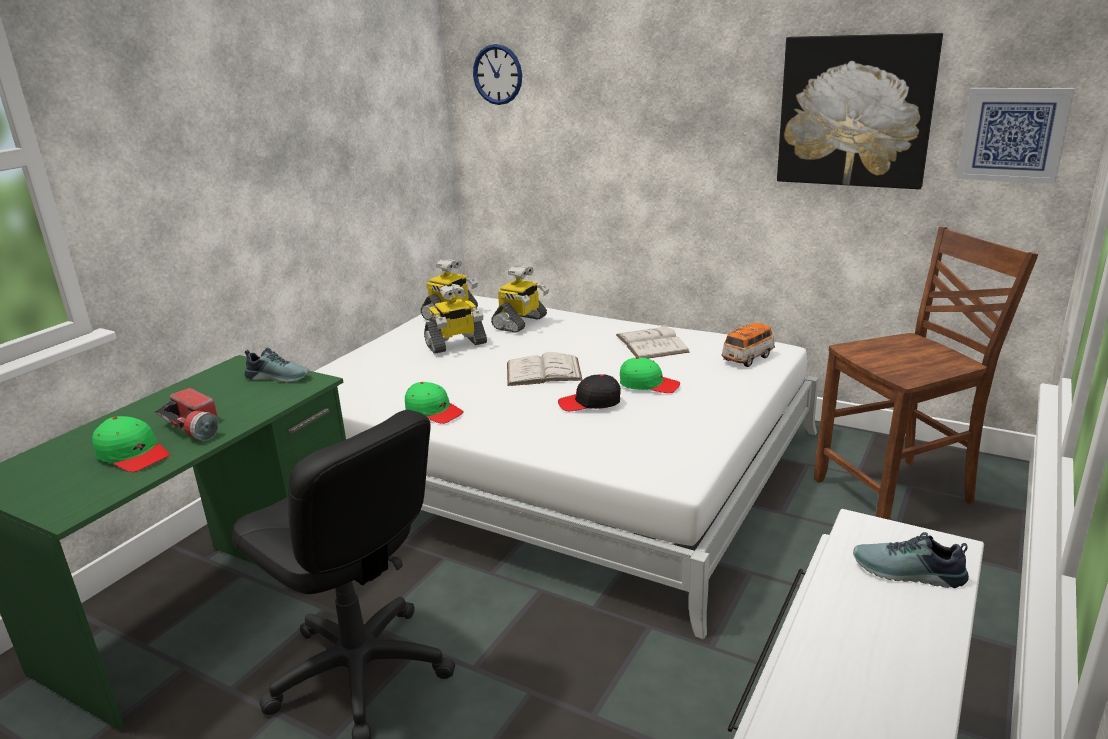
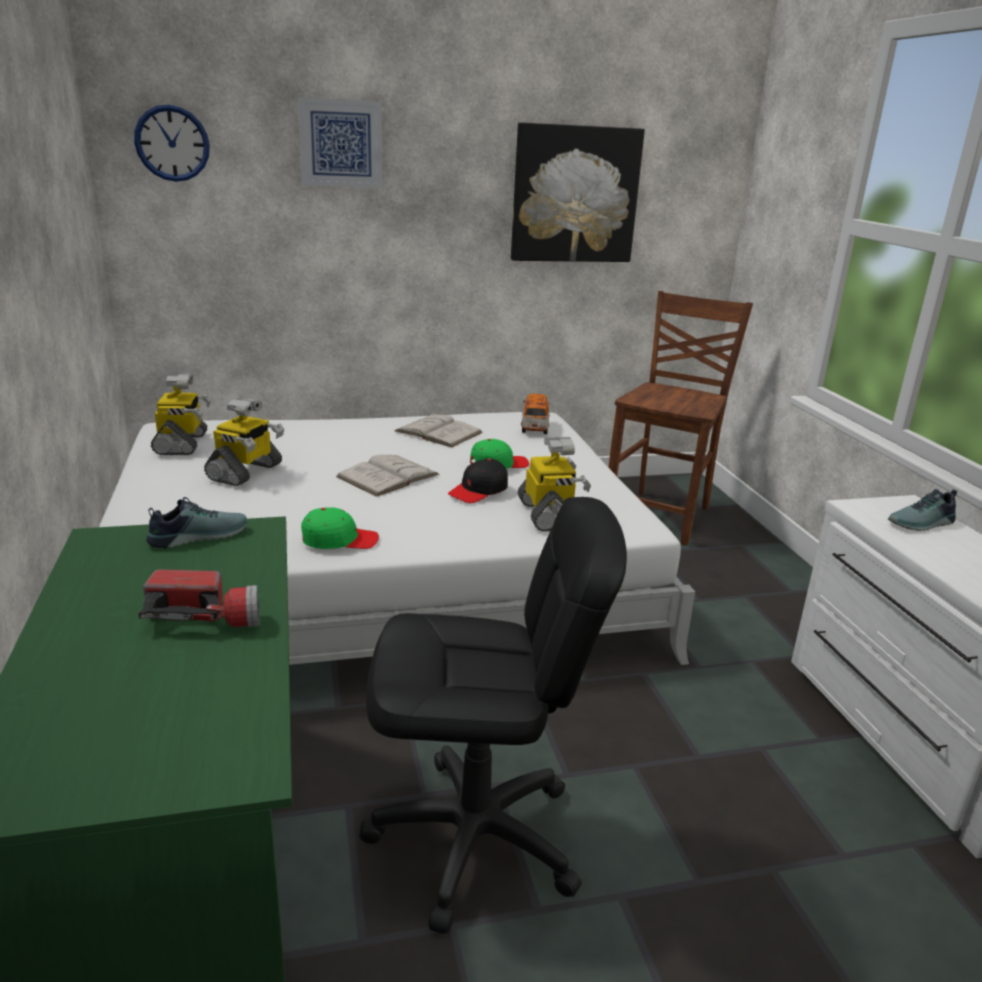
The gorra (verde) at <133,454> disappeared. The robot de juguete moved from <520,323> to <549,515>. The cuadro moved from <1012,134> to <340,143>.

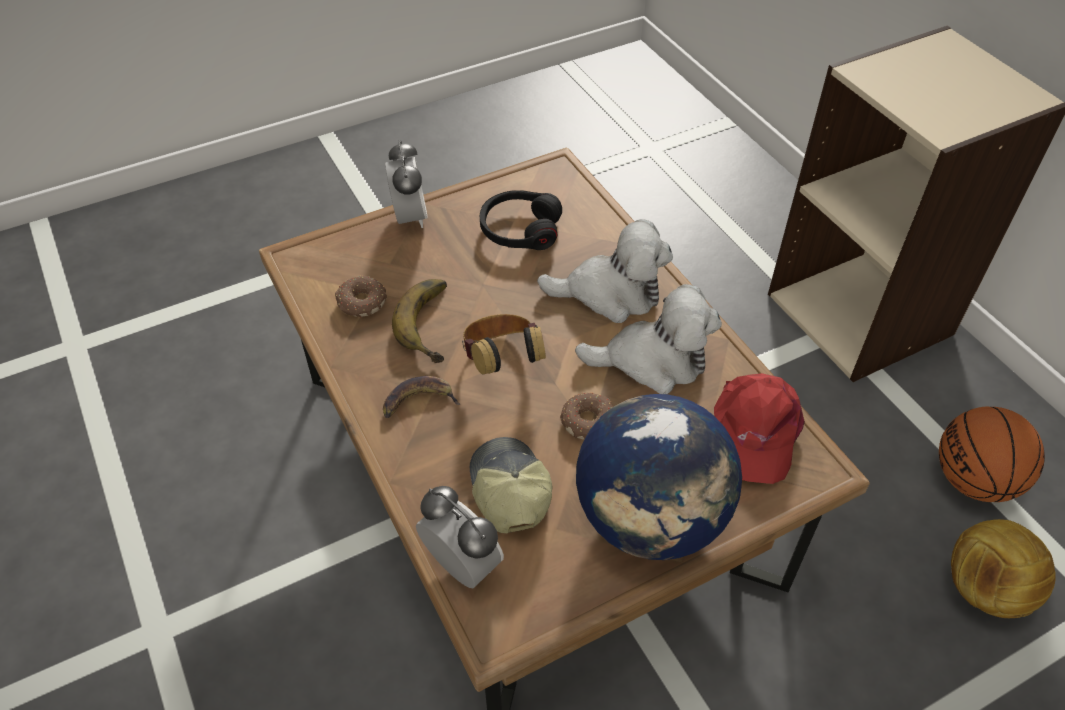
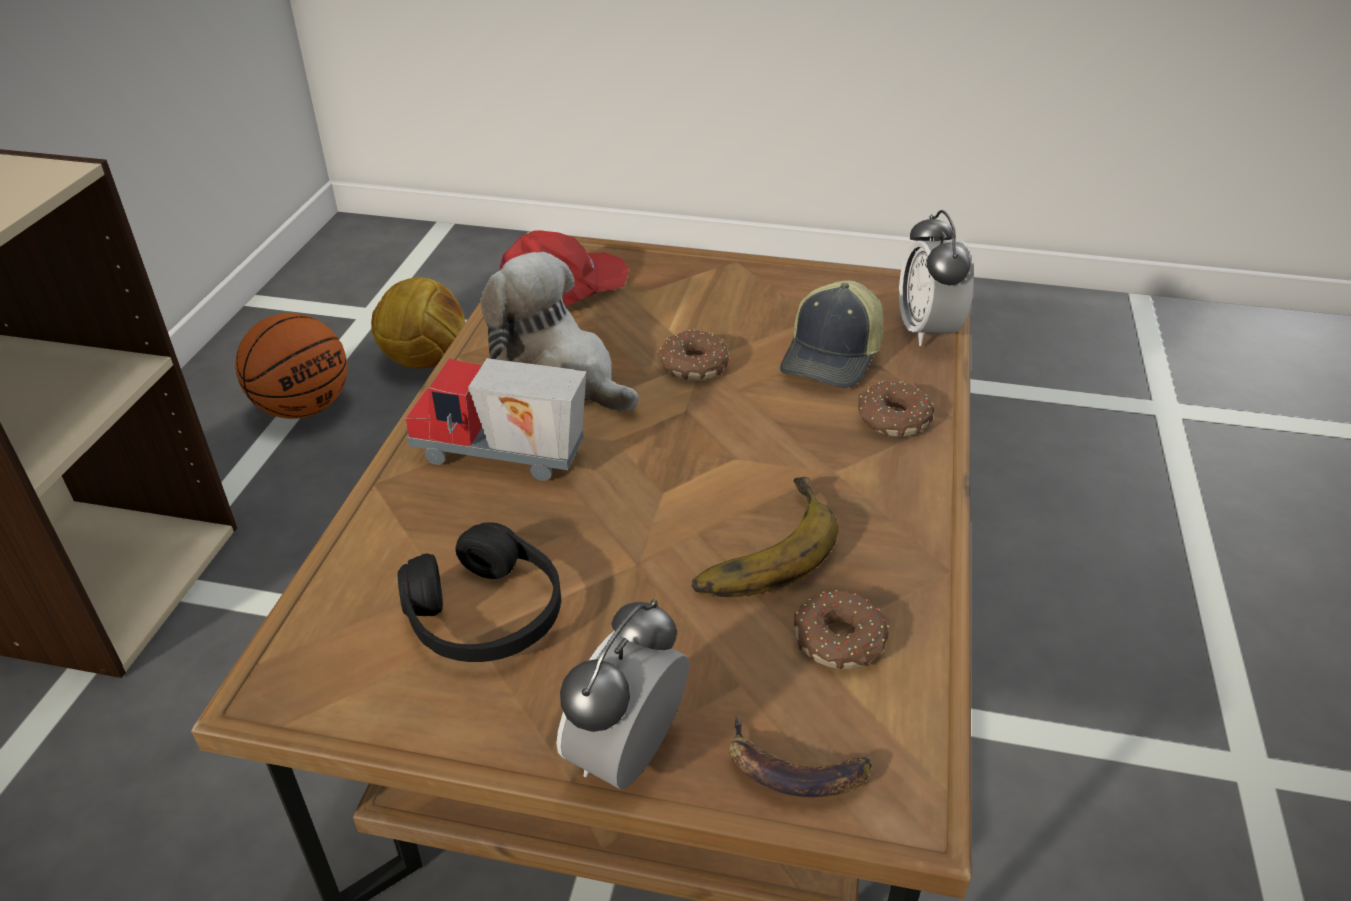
The plátano moved from <418,401> to <795,768>. The auriculares at <502,361> disappeared. The peluche at <610,294> was replaced by the camión de juguete at <500,458>. The globo terráqueo at <651,520> disappeared. The rosquilla at <891,419> appeared.

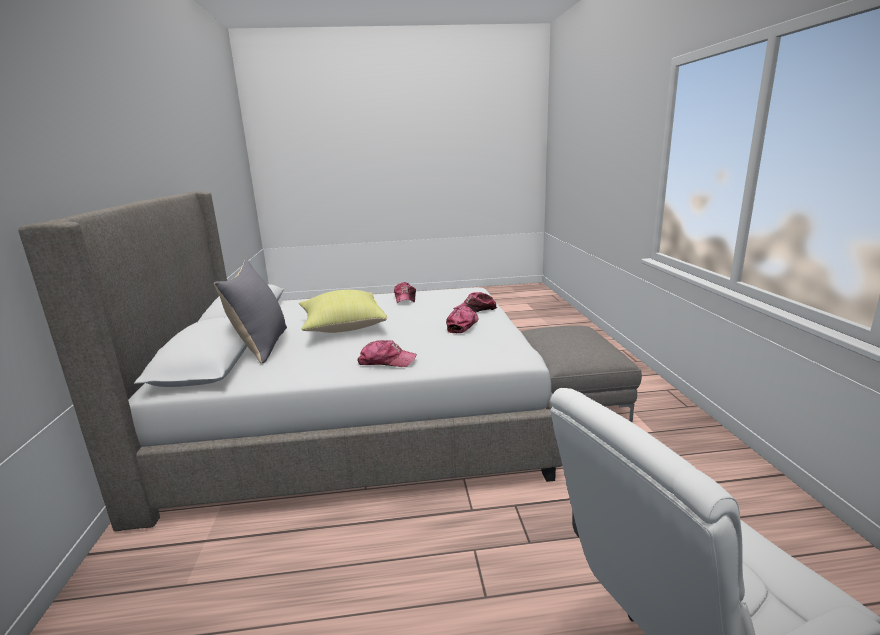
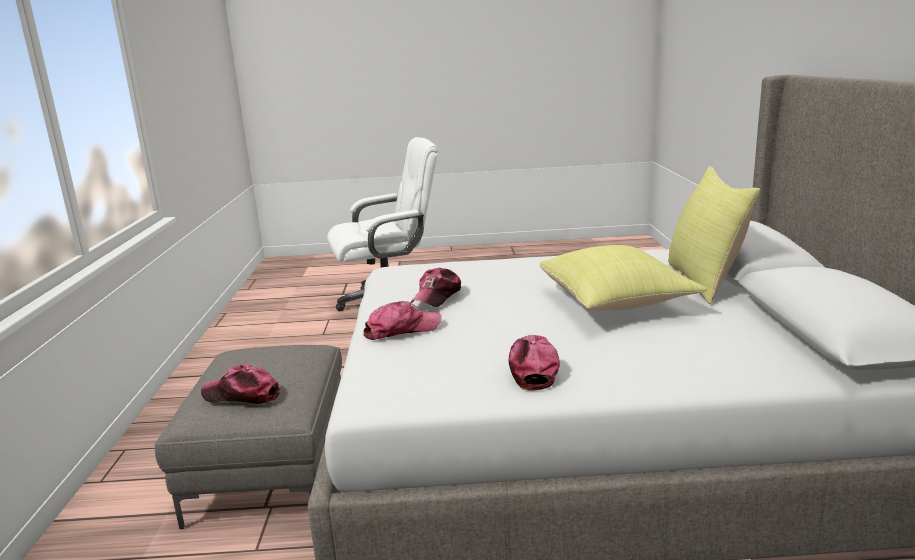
The cojín (gris) at <262,346> became the cojín (amarillo) at <705,281>. The gorra moved from <386,361> to <242,395>.

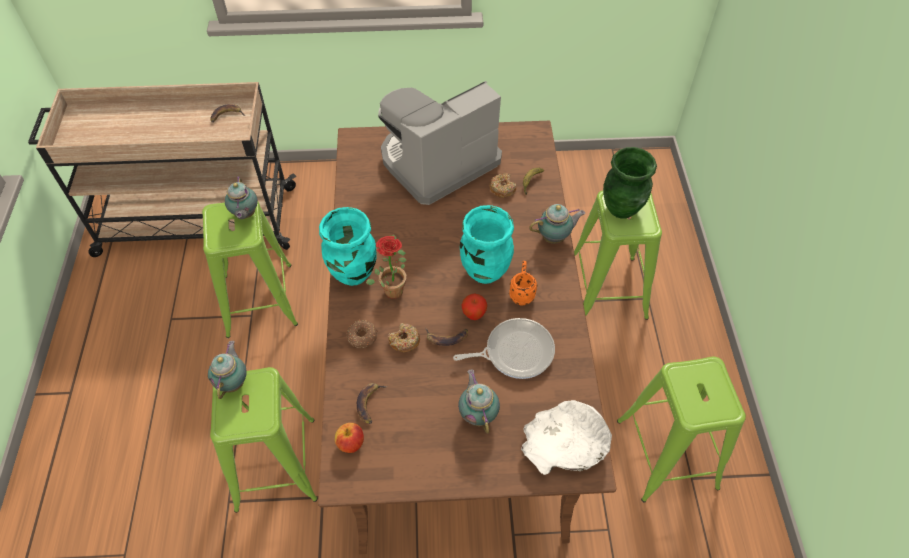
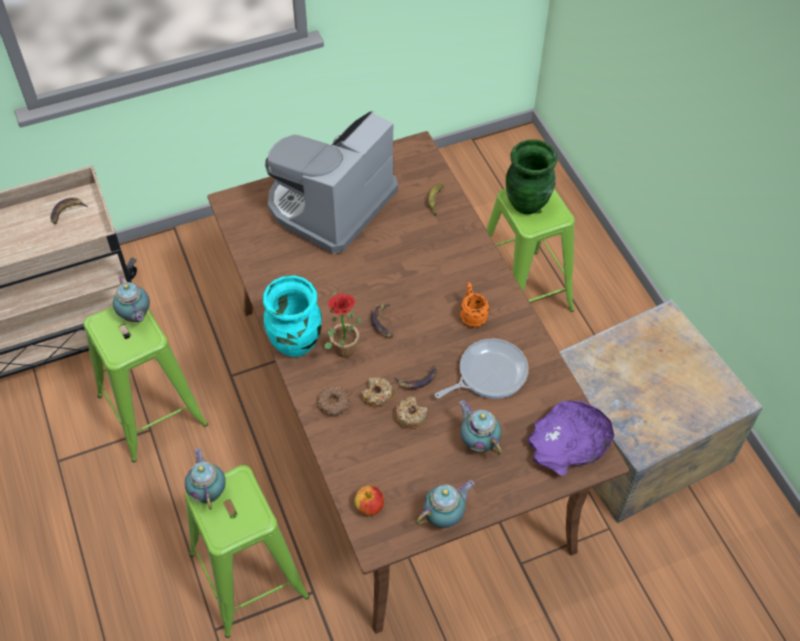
The plátano moved from <370,404> to <383,322>. The florero (turquesa) at <484,271> disappeared. The manzana at <474,315> disappeared. The rosquilla moved from <502,188> to <410,416>. The cuenco (blanco) at <564,444> became the cuenco (morado) at <568,444>. The tetera moved from <555,237> to <445,517>. The taburete (verde) at <666,452> was replaced by the caja de embalaje at <638,437>.

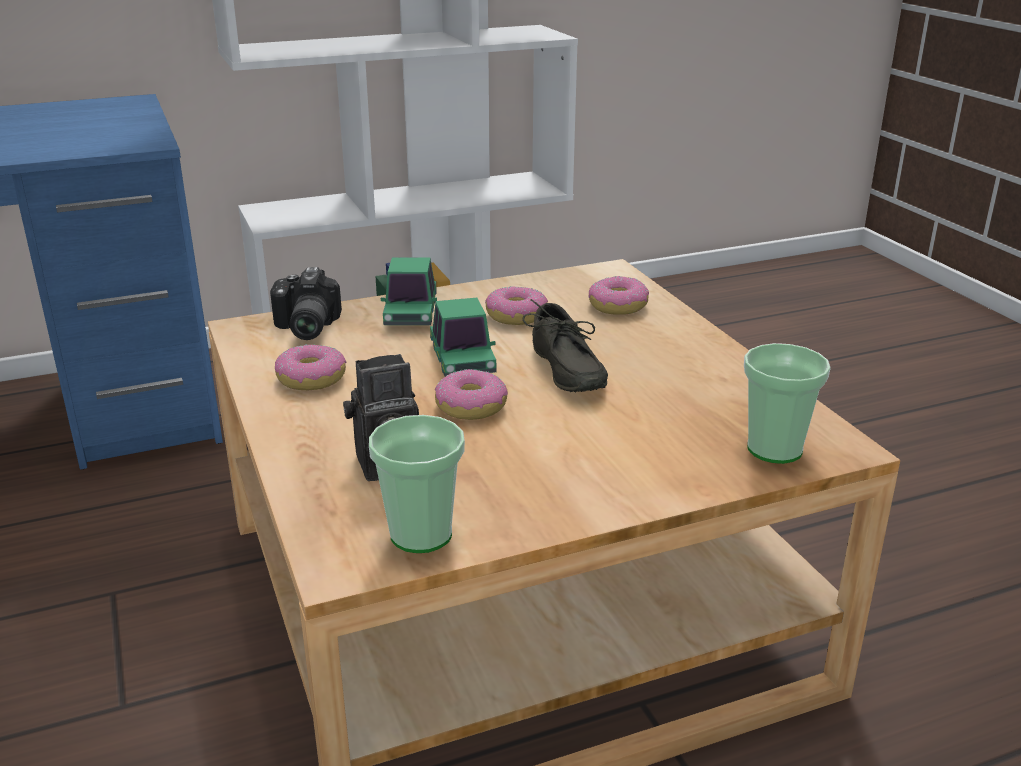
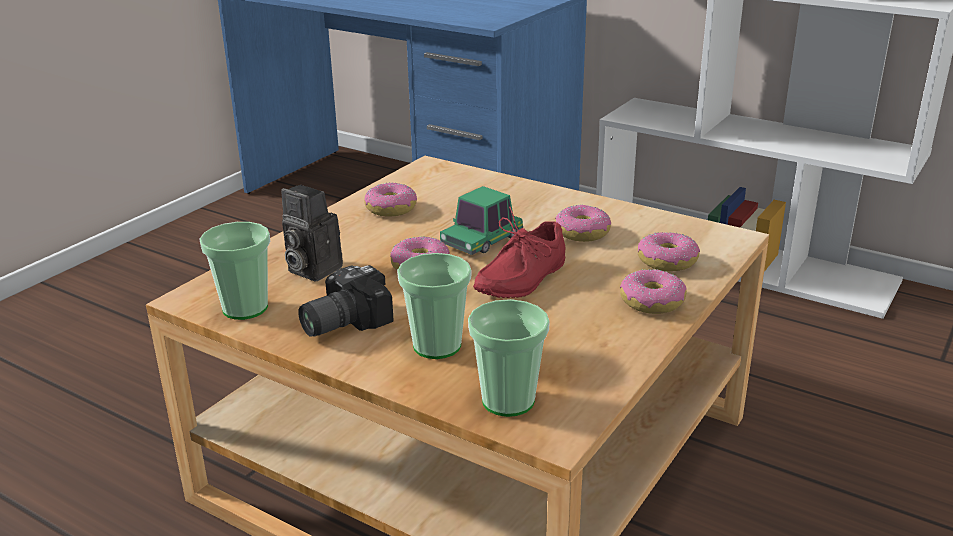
The cámara moved from <304,328> to <341,322>. The coche de juguete at <411,314> disappeared. The zapato (gris) at <563,371> became the zapato (rojo) at <517,279>. The taza at <437,346> appeared. The rosquilla at <651,302> appeared.

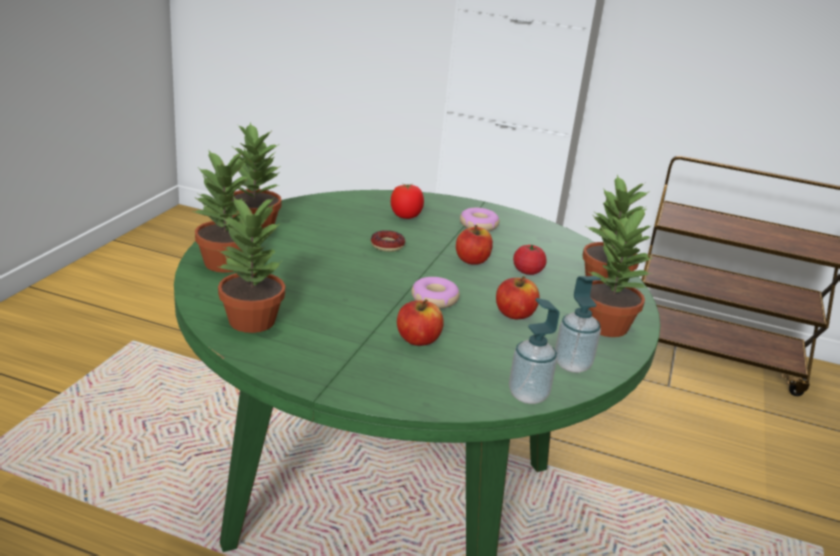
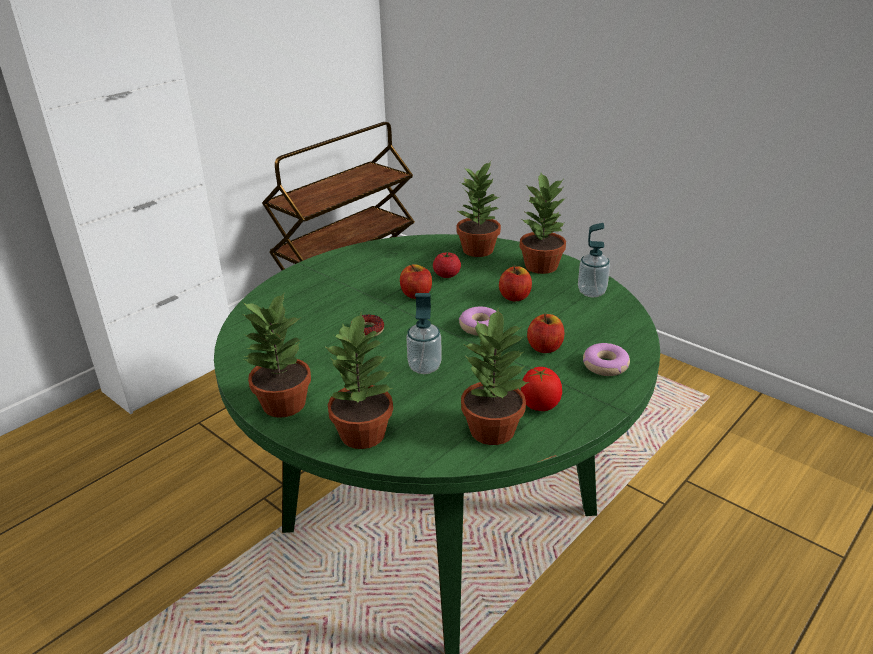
The tomate moved from <406,216> to <539,405>. The rosquilla moved from <478,225> to <605,365>. The dispensador de jabón moved from <528,395> to <424,367>.

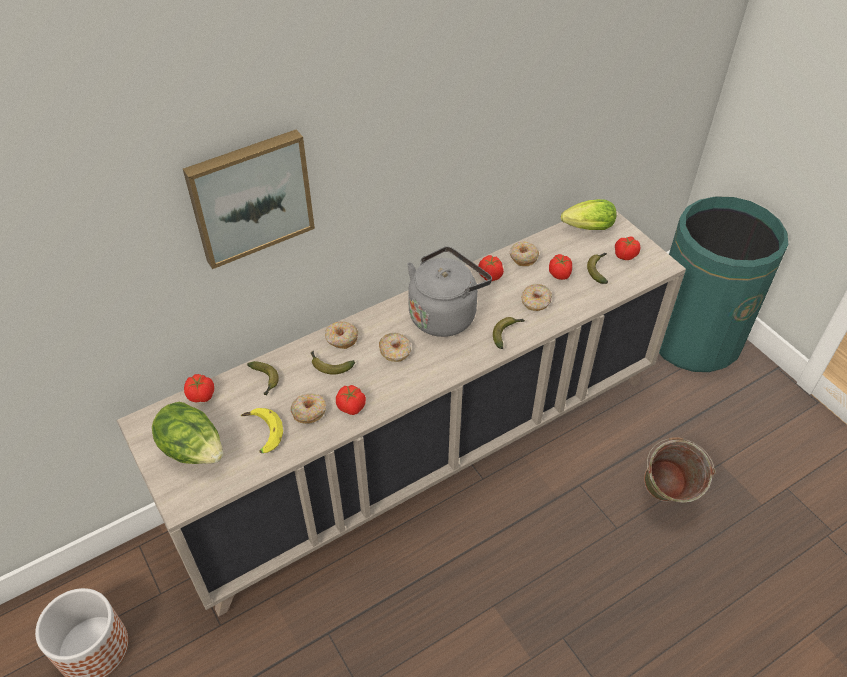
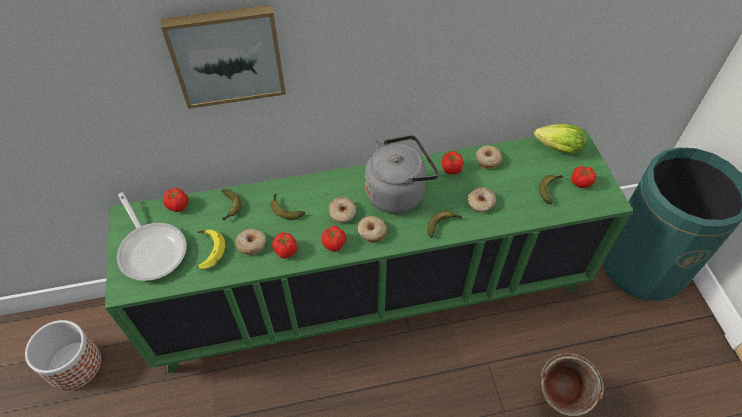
The armario (beis) at <423,453> became the armario (verde) at <370,294>. The lechuga at <194,450> was replaced by the sartén at <152,249>. The rosquilla moved from <341,339> to <371,232>. The tomate moved from <559,274> to <334,244>.

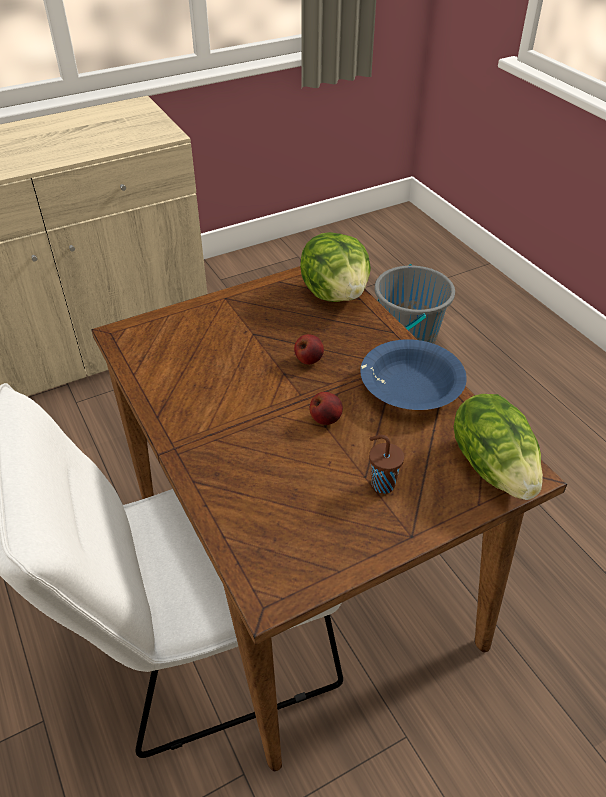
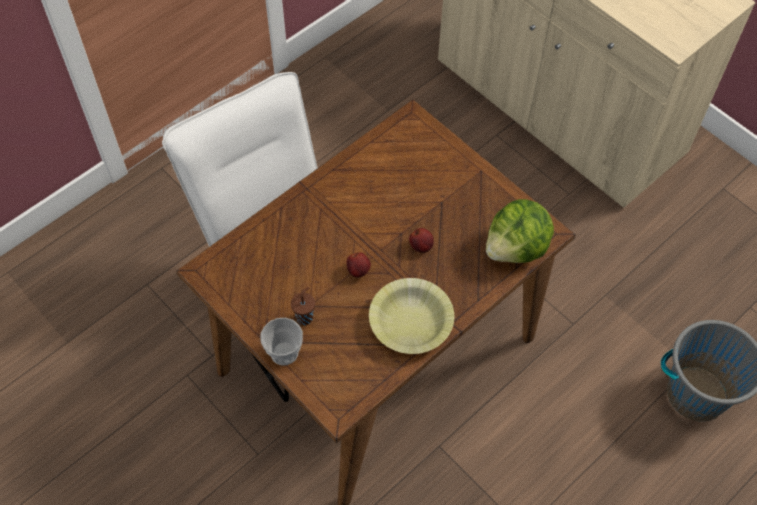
The cuenco (azul) at <410,387> became the cuenco (amarillo) at <411,322>. The lechuga at <493,466> disappeared. The taza at <284,352> appeared.

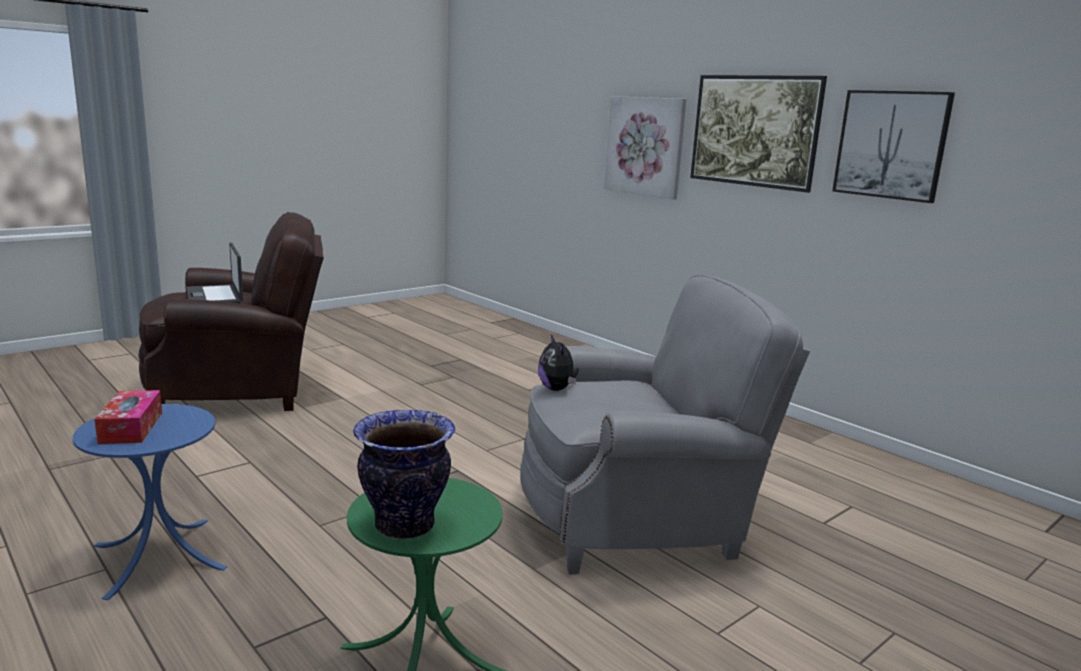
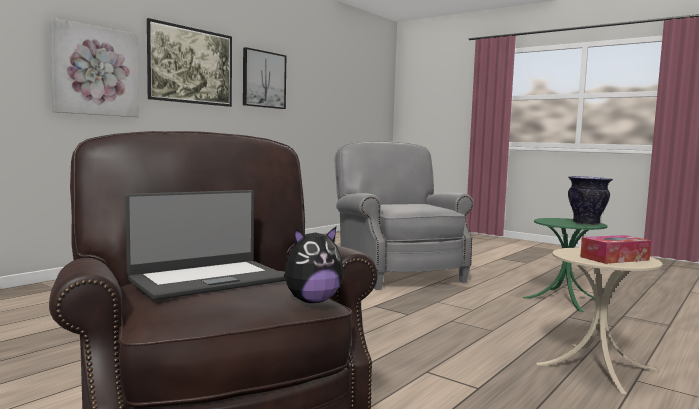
The mesa auxiliar (azul) at <160,556> became the mesa auxiliar (beis) at <596,367>. The peluche moved from <557,389> to <312,301>.

